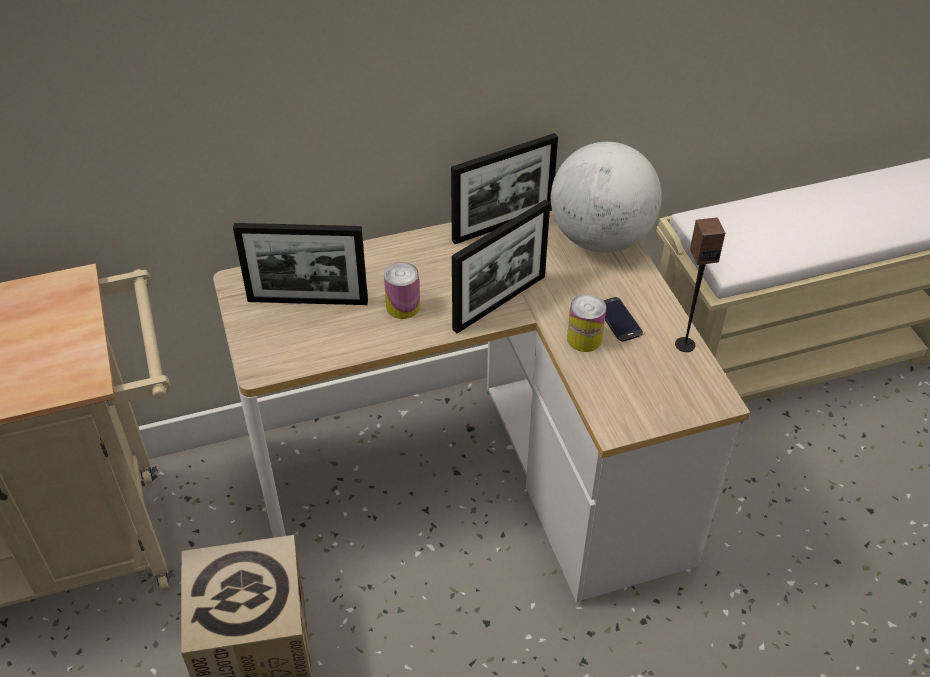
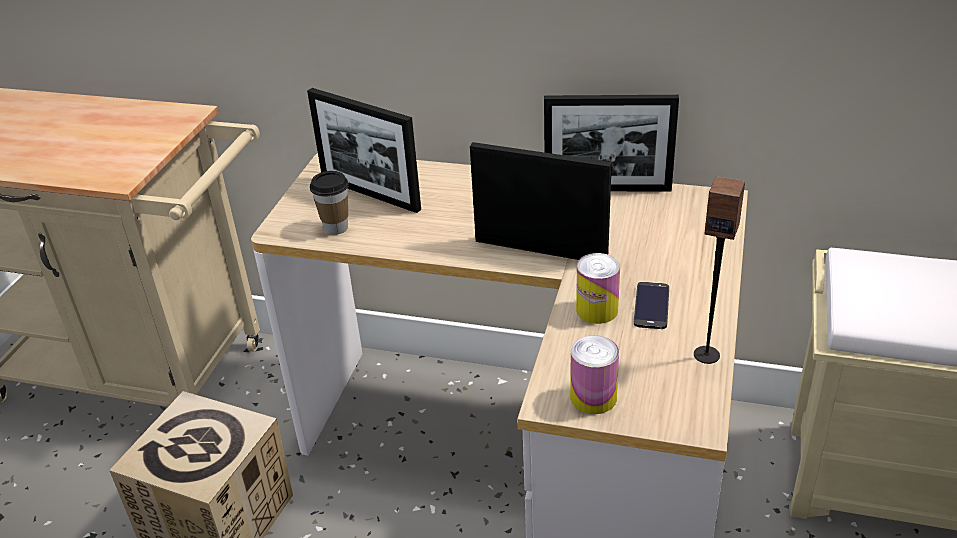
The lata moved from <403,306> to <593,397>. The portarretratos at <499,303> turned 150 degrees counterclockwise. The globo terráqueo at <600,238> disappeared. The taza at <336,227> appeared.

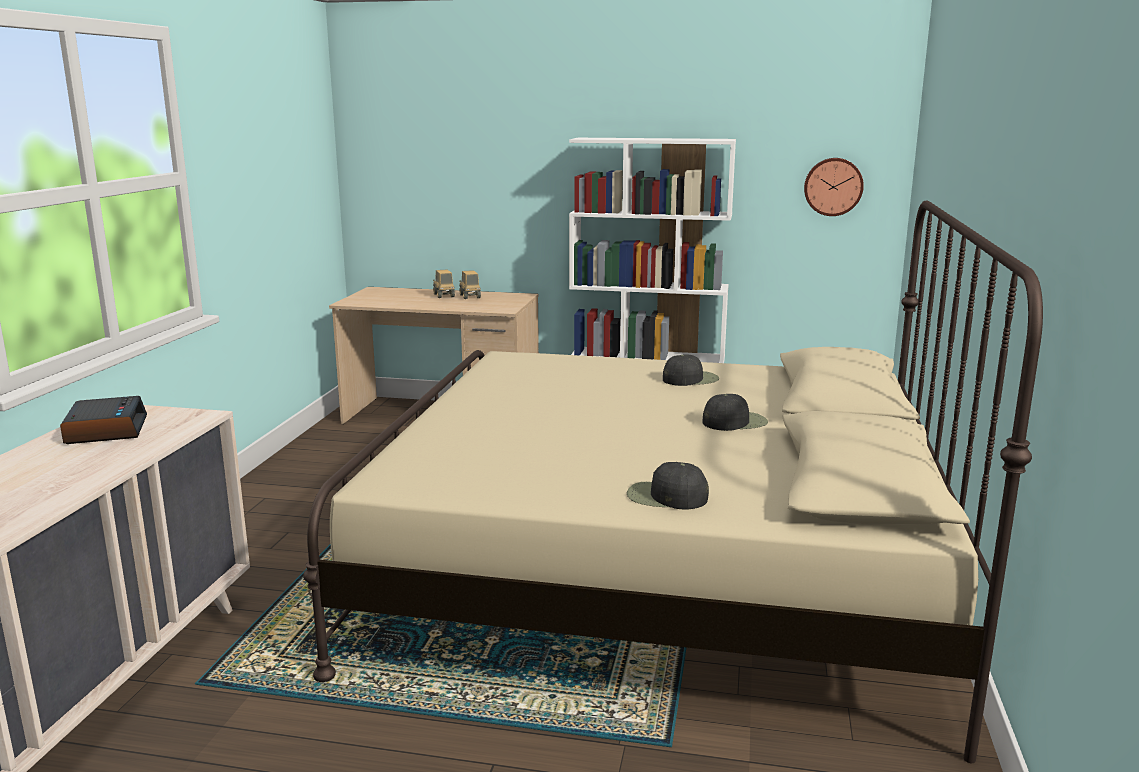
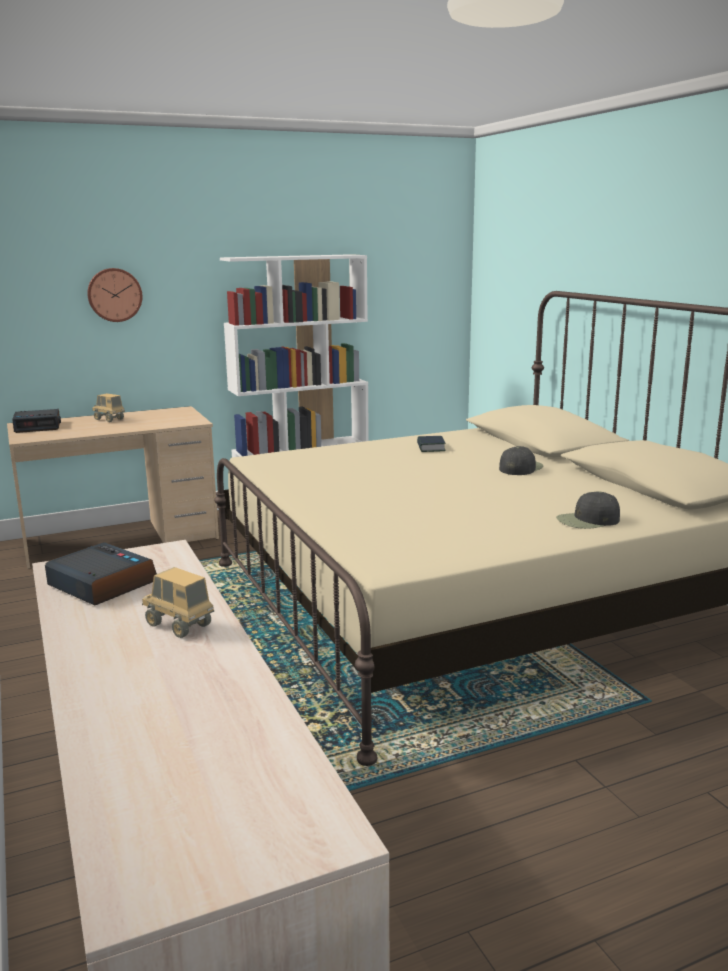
The camión de juguete moved from <470,296> to <179,625>. The gorra (negro) at <690,379> was replaced by the libro at <430,448>. The reloj de pared moved from <833,186> to <114,295>. The despertador at <38,426> appeared.

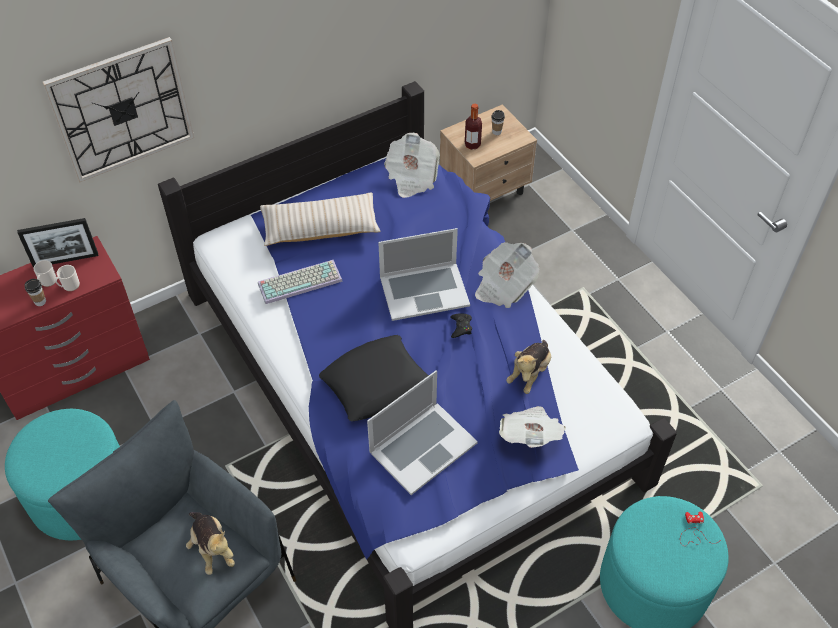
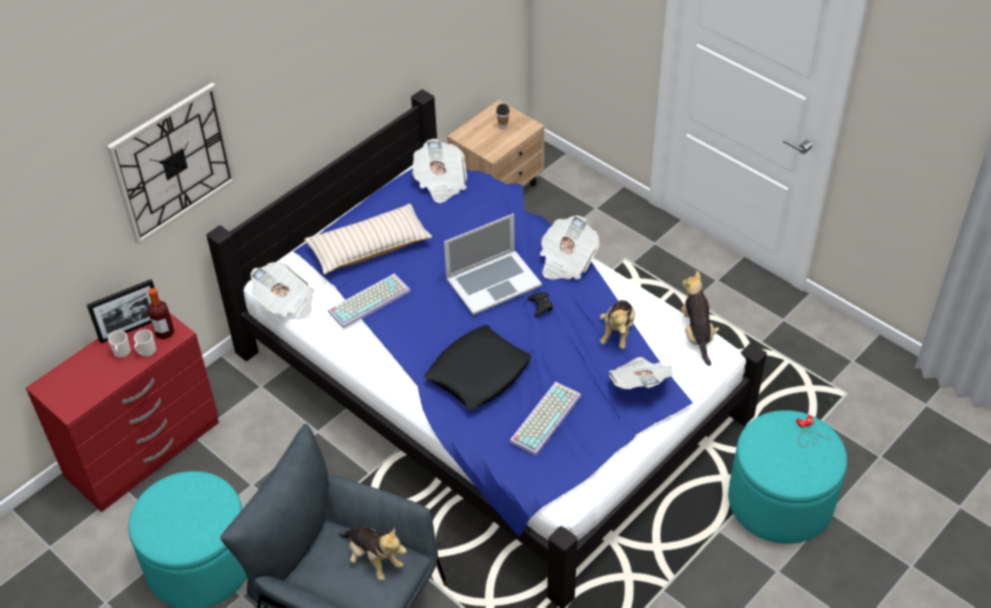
The taza at <40,301> disappeared. The portátil at <422,447> was replaced by the teclado at <545,417>. The botella moved from <472,144> to <165,333>. The periódico at <286,303> appeared. The peluche at <697,334> appeared.

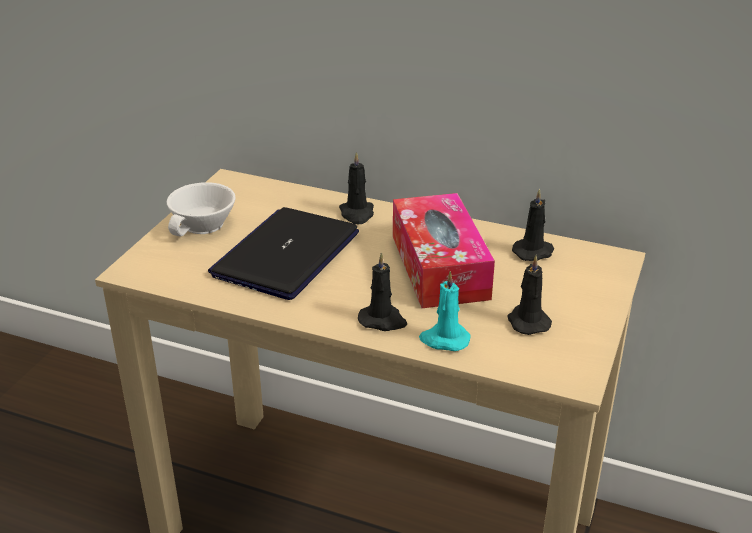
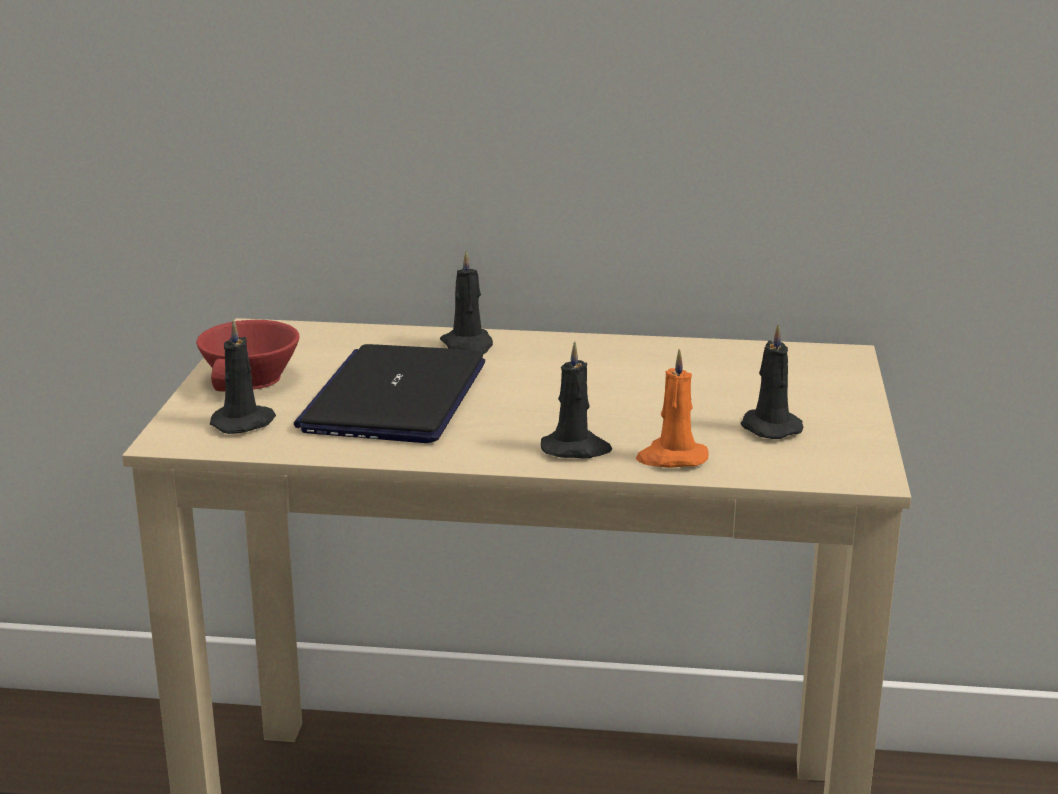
The taza (blanco) at <204,225> became the taza (rojo) at <253,380>. The caja de pañuelos at <439,266> disappeared. The vela (turquesa) at <444,339> became the vela (naranja) at <671,458>. The vela (negro) moved from <534,252> to <244,423>.

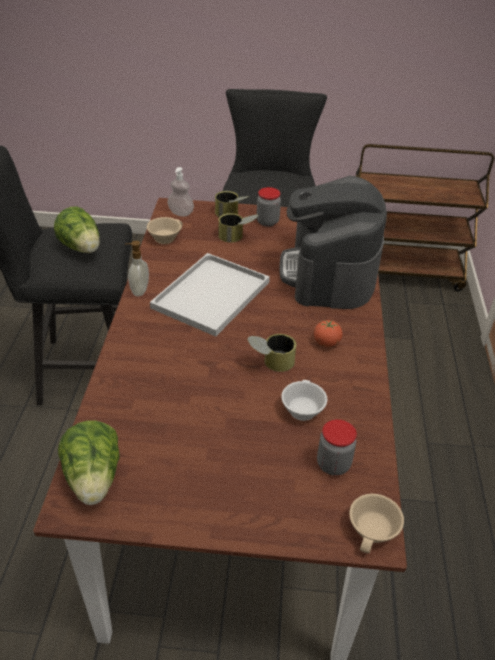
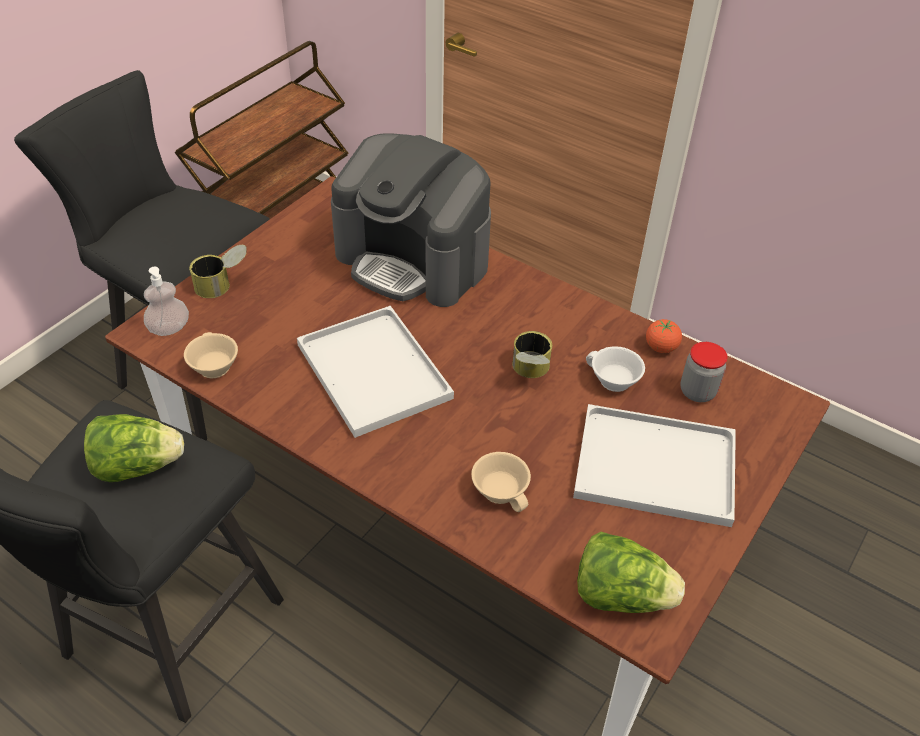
The dispensador de jabón at <139,290> disappeared. The lata at <237,238> disappeared. The tarro at <267,222> disappeared. The tomate moved from <326,343> to <661,347>. The taza (beis) moved from <374,531> to <502,490>. The bandeja (blanco) at <652,467> appeared.

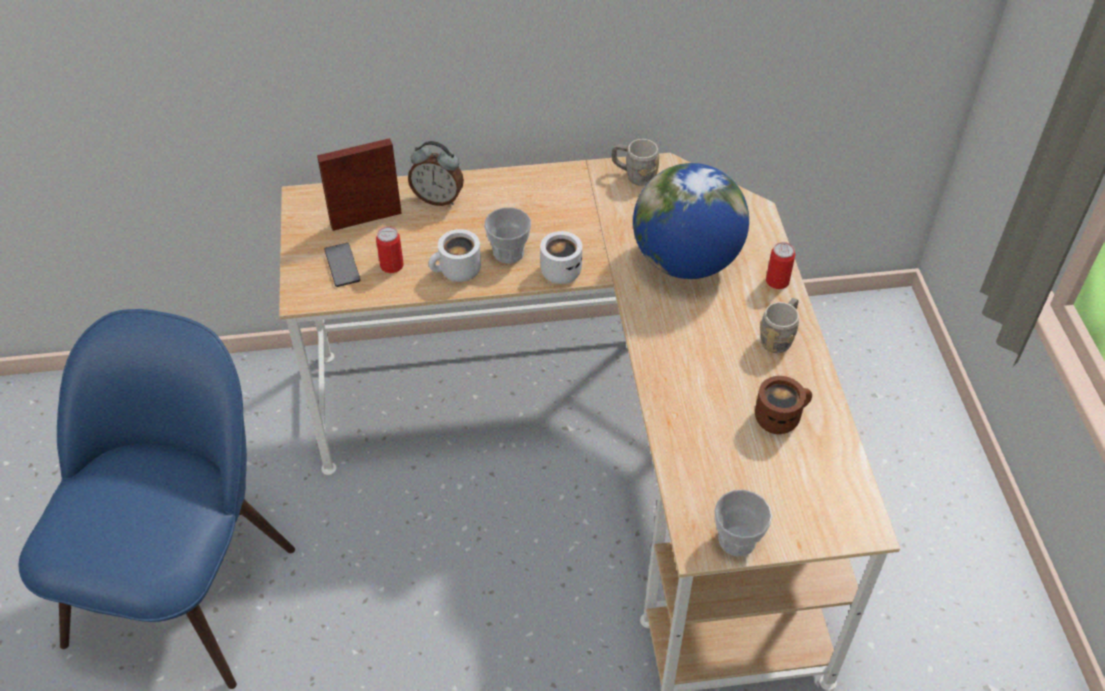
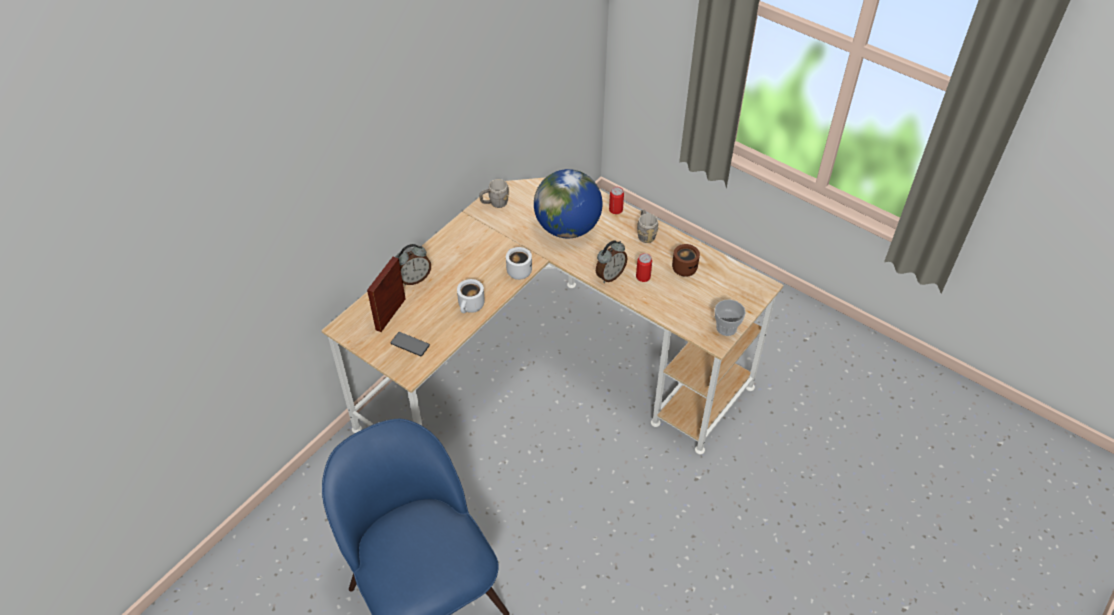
The lata moved from <392,265> to <643,277>. The taza at <508,252> disappeared. The despertador at <610,275> appeared.

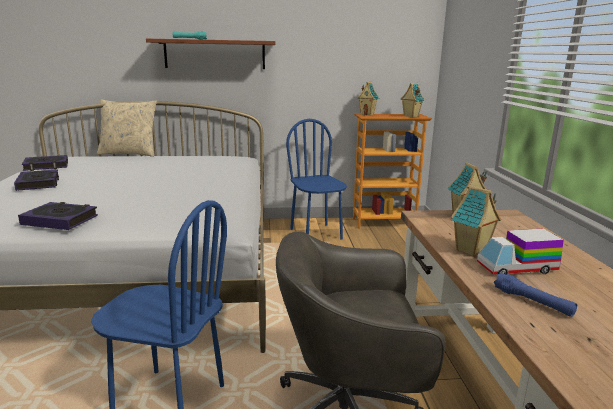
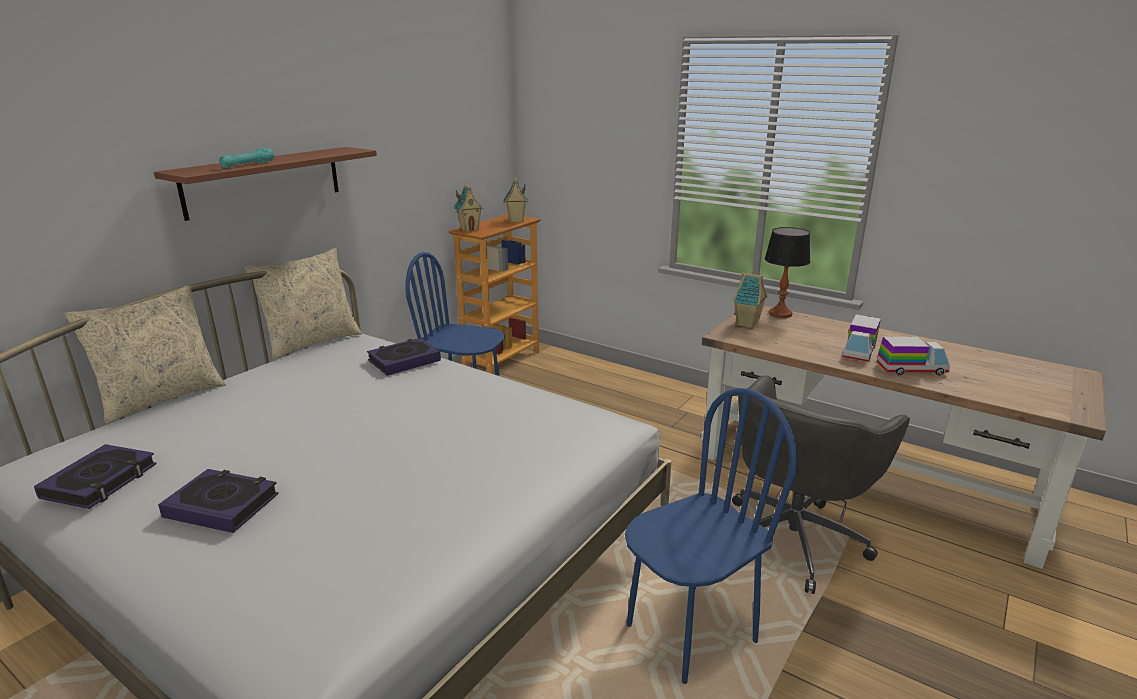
The libro moved from <60,220> to <404,361>. The casita at <471,251> disappeared. The linterna (azul) at <532,302> was replaced by the camión de juguete at <911,369>. The cojín (beis) at <312,342> appeared. The lámpara de mesa at <780,314> appeared.

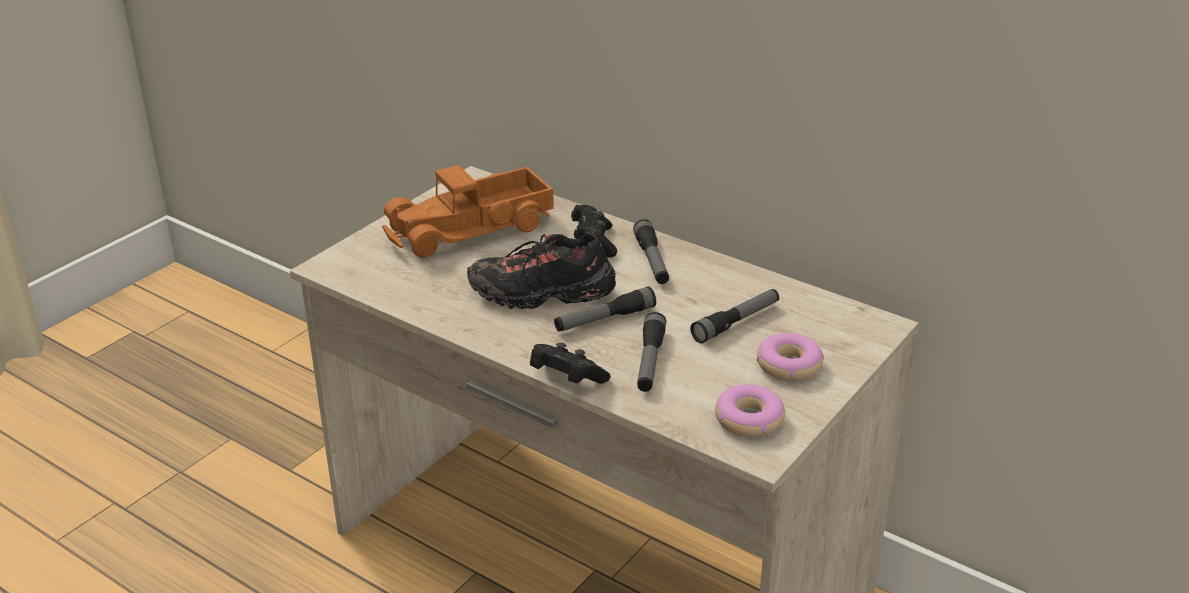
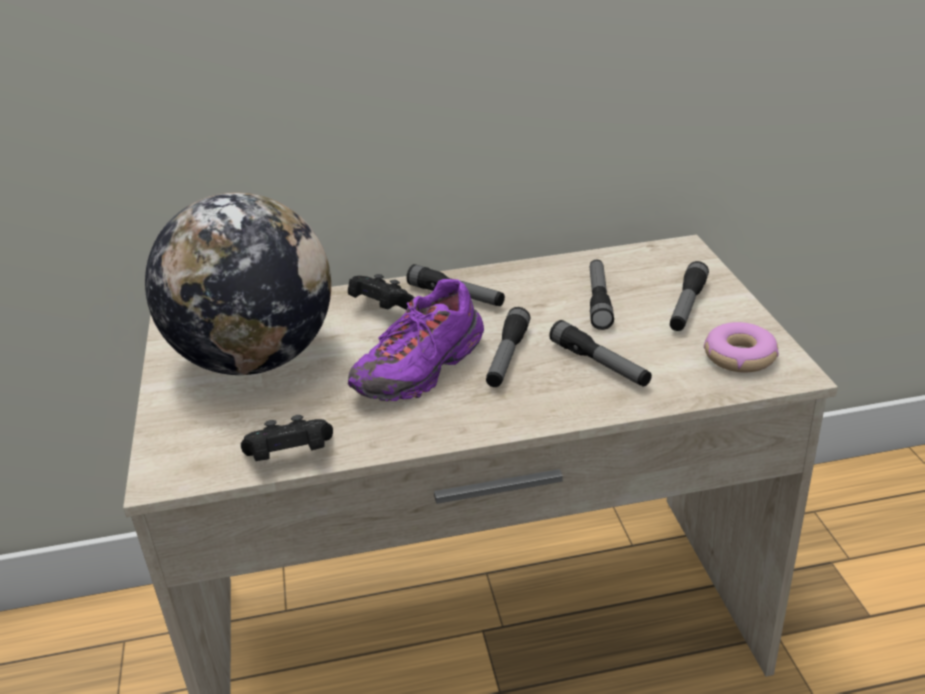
The camión de juguete at <471,229> was replaced by the globo terráqueo at <255,359>. The zapato (negro) at <543,294> became the zapato (morado) at <421,370>. The mando de consola (negro) moved from <566,379> to <290,456>. The rosquilla at <788,365> was replaced by the linterna at <687,306>.

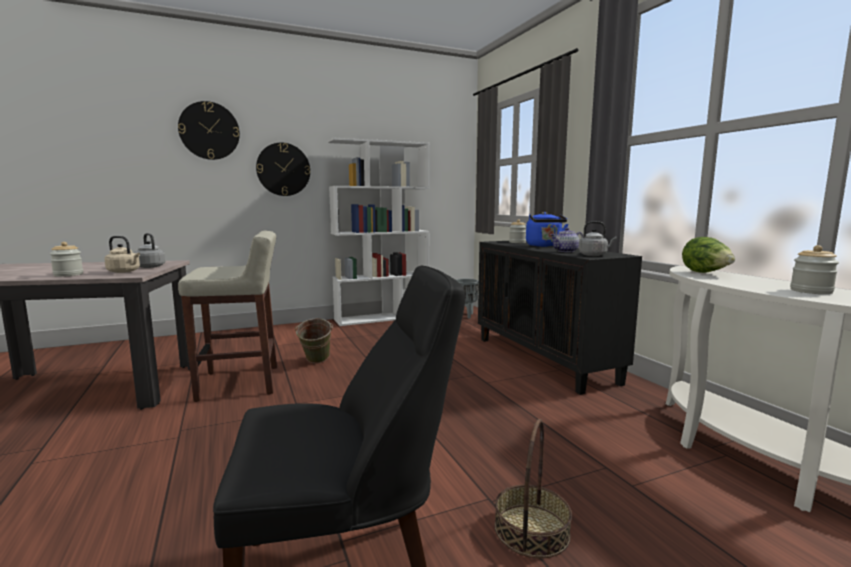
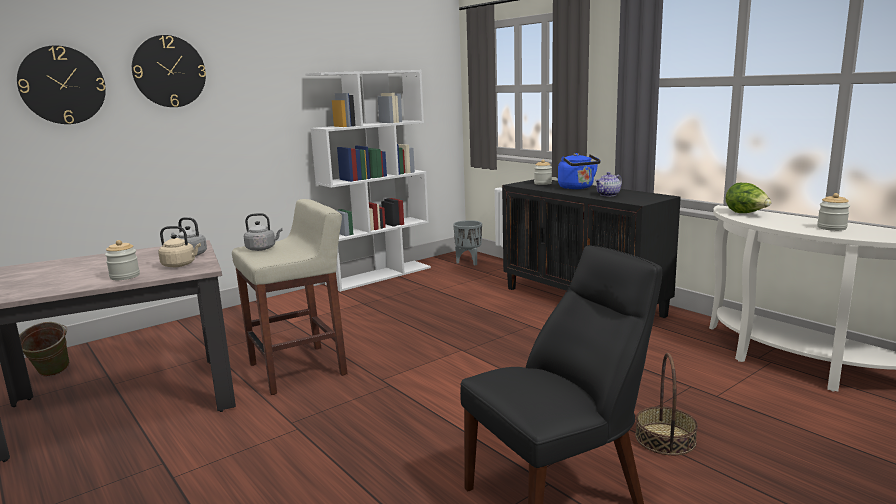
The reloj de pared moved from <283,169> to <62,85>. The cubo (verde) moved from <315,362> to <51,375>. The hervidor (gris) moved from <594,255> to <262,248>.

